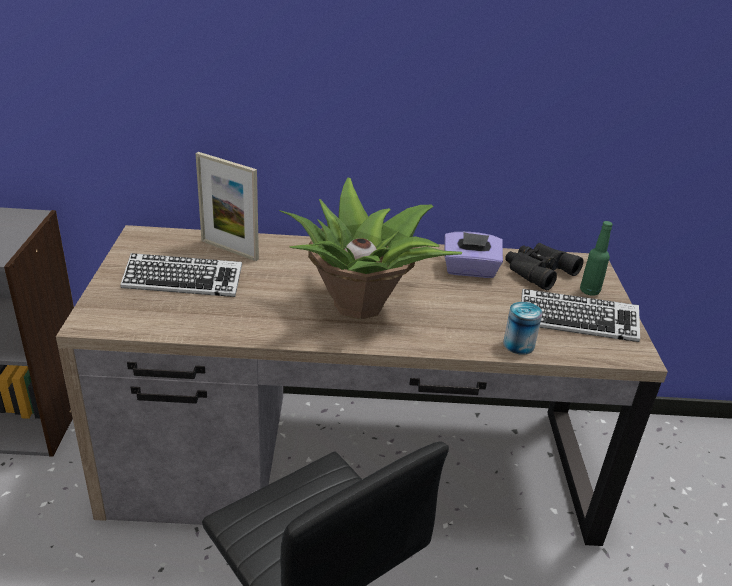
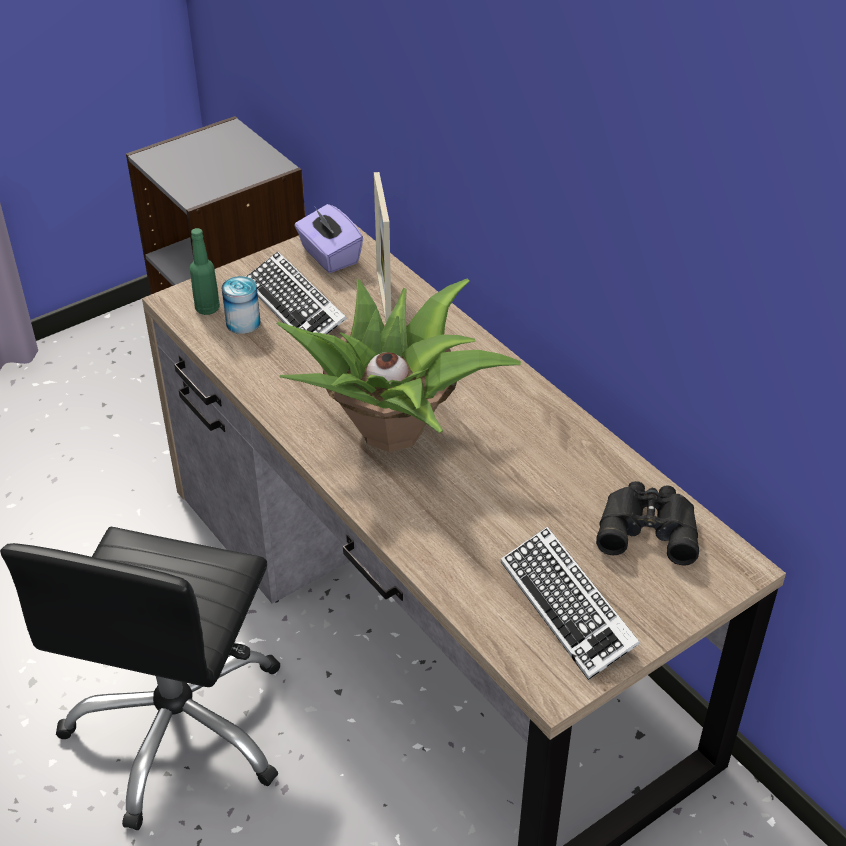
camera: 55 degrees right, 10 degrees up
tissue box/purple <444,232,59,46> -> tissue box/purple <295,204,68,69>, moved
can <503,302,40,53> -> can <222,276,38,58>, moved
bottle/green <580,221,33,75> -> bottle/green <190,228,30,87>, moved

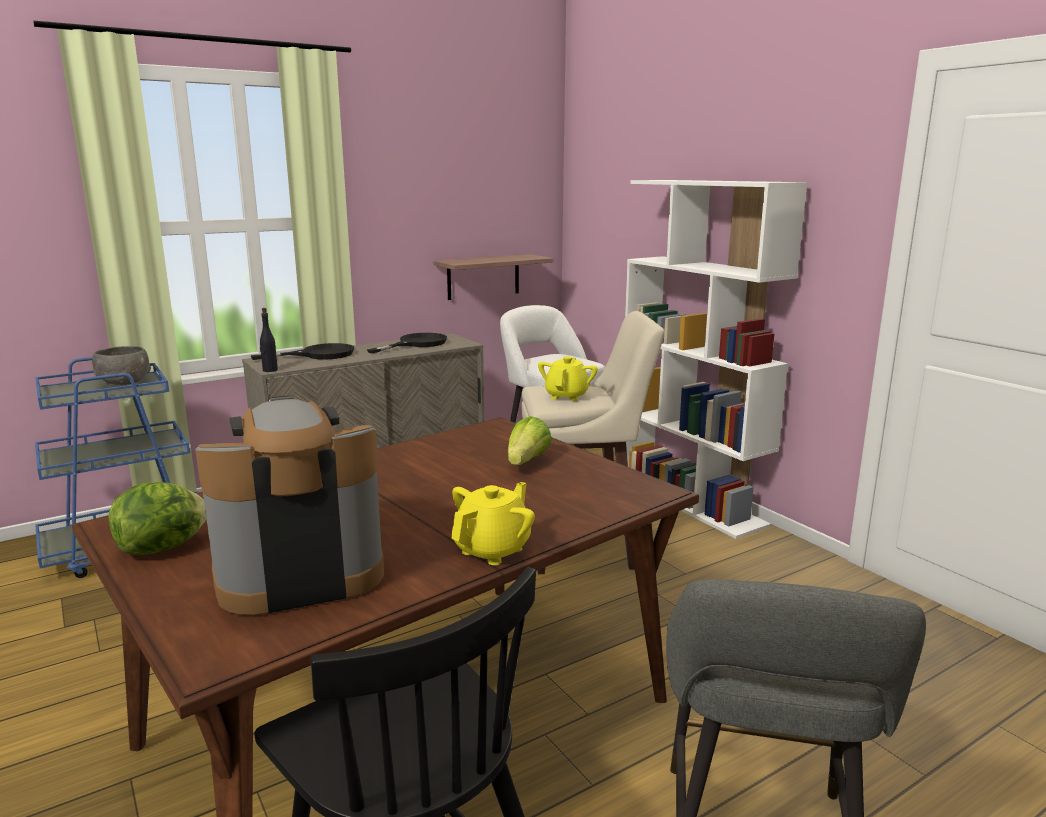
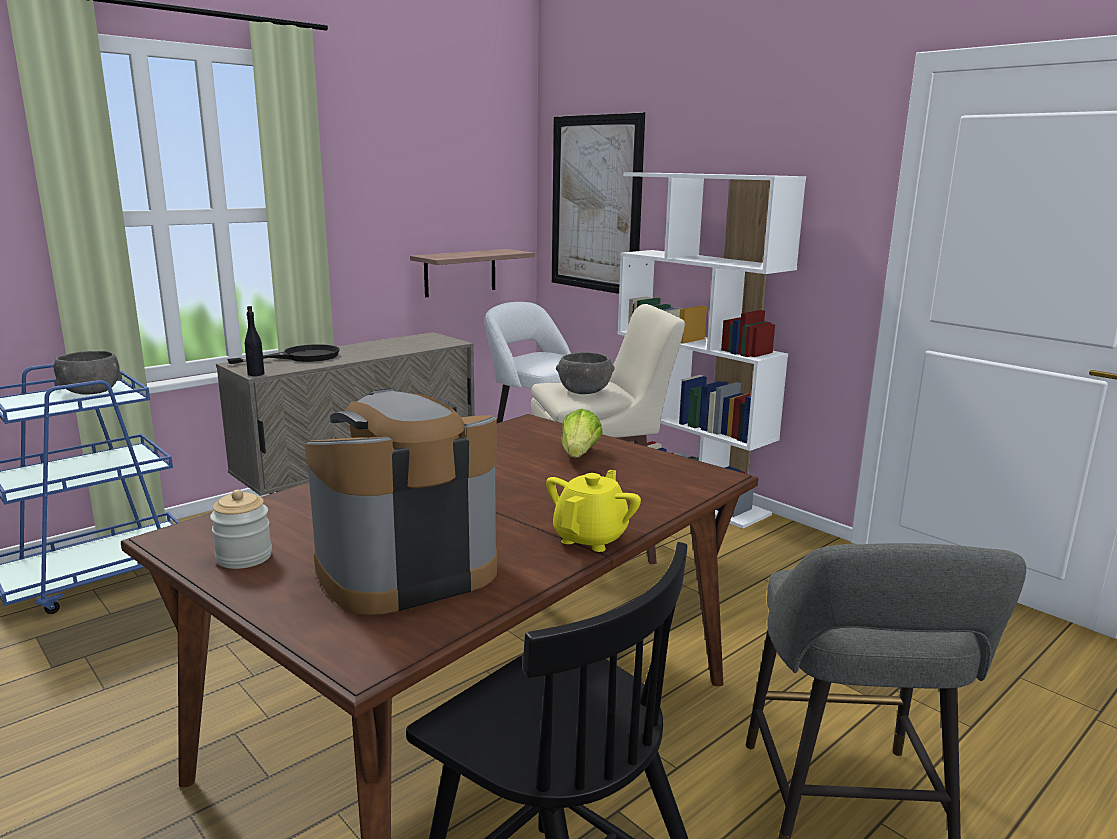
camera: 10 degrees left, 0 degrees up
lettuce <108,482,98,73> -> jar <210,490,62,79>
frying pan/black <367,333,80,21> -> none
teapot/yellow <538,356,60,45> -> bowl/grey <556,352,59,42>
none -> picture <552,112,93,182>

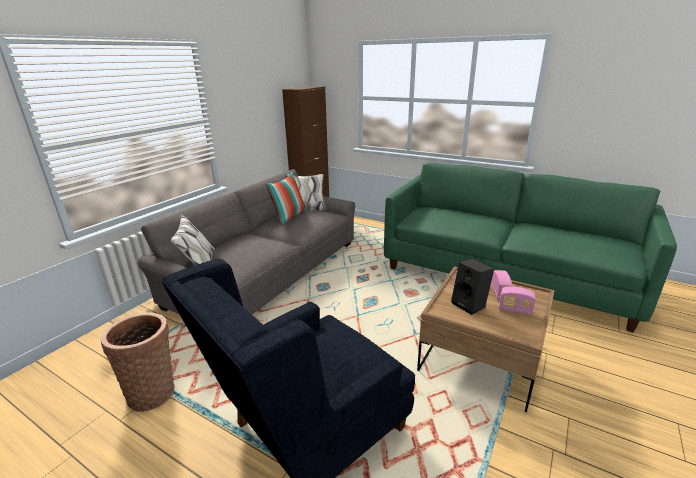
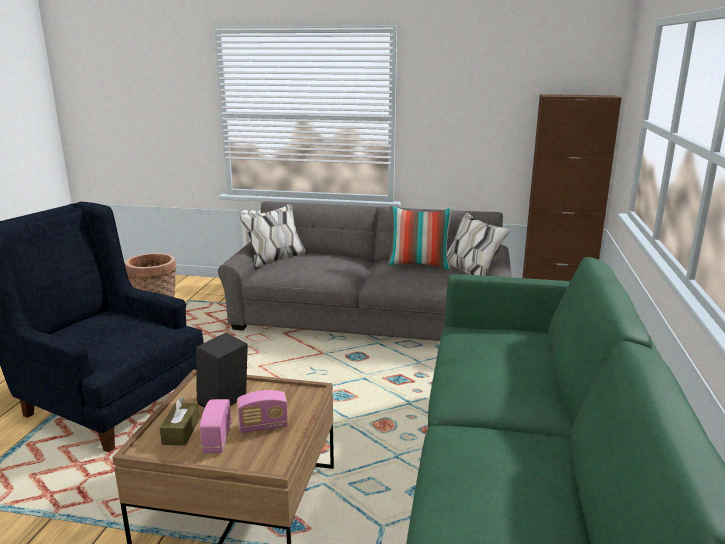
camera: 70 degrees right, 5 degrees down
none -> tissue box/brown <160,397,39,49>

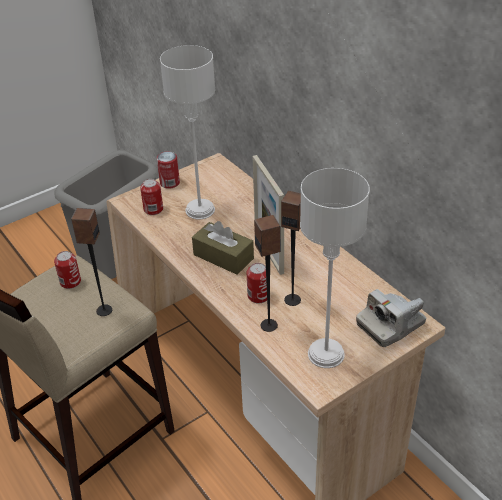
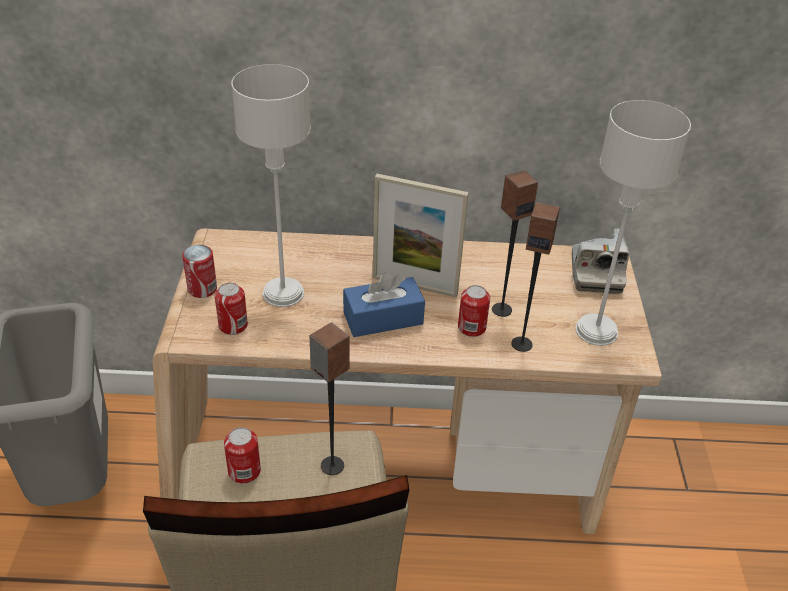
camera: 55 degrees left, 0 degrees up
tissue box/brown <192,221,62,54> -> tissue box/blue <343,272,82,65>

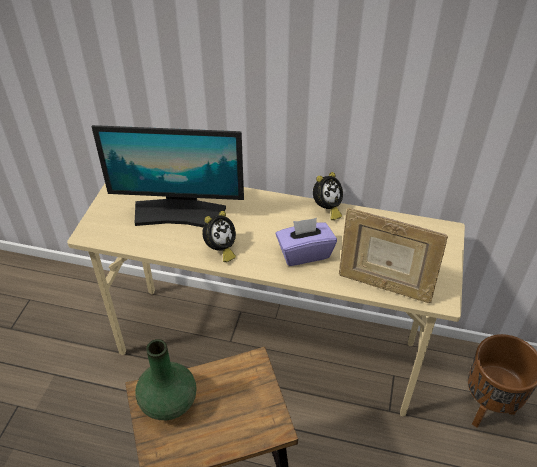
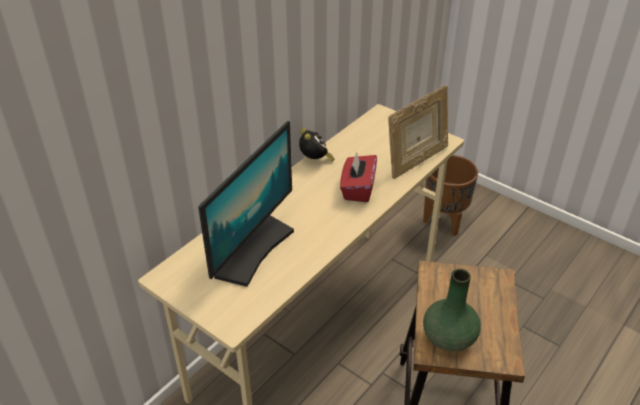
camera: 65 degrees left, 5 degrees down
alarm clock <202,211,34,51> -> none
tissue box/purple <276,218,61,48> -> tissue box/red <340,151,37,51>

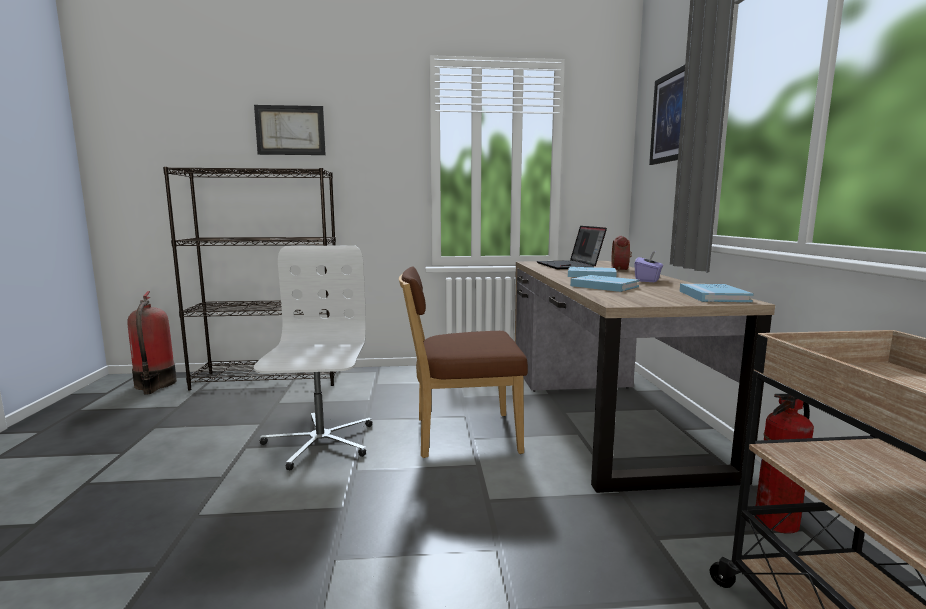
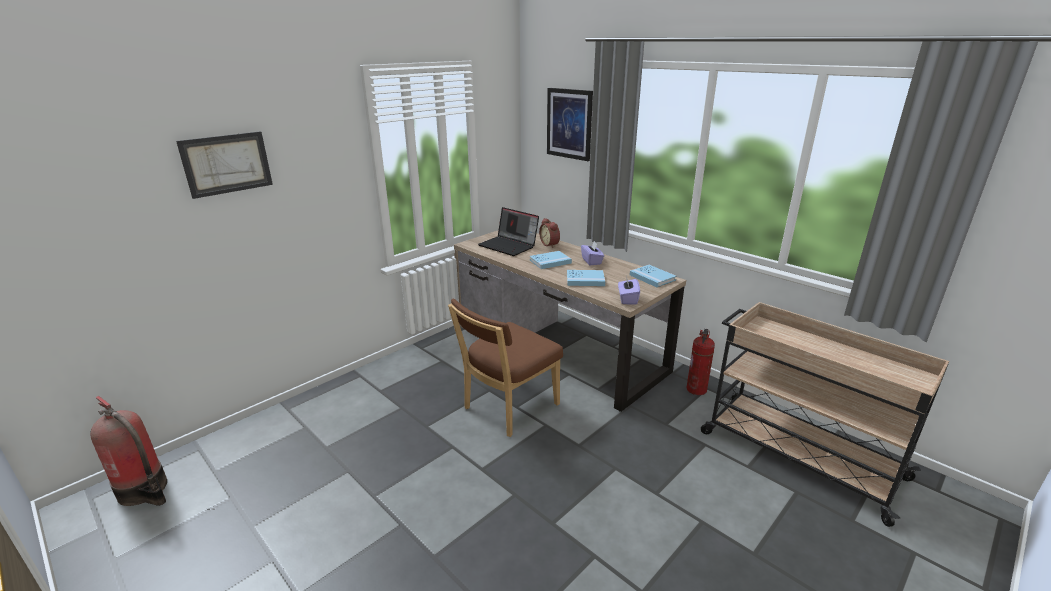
camera: 40 degrees left, 15 degrees up
bookcase/black <163,167,173,223> -> none
office chair/white <254,245,118,225> -> none
none -> tissue box/purple <618,276,22,29>

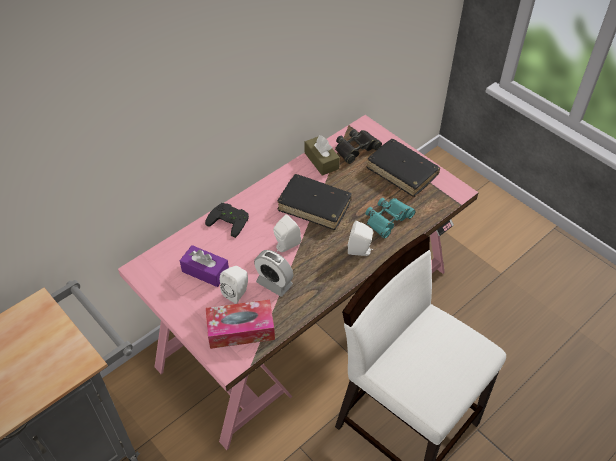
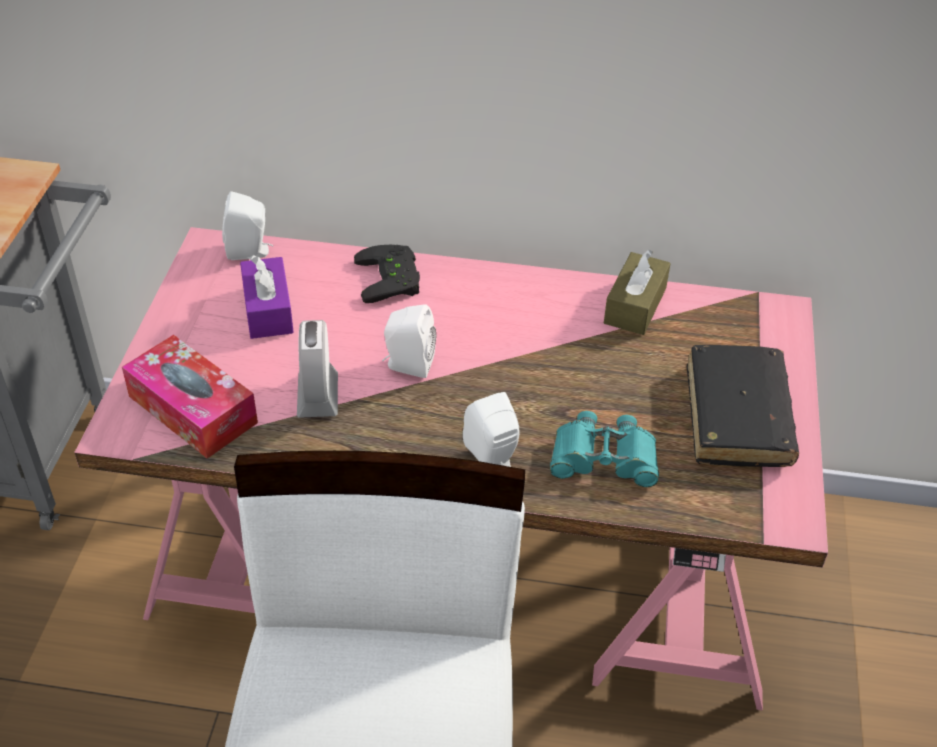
camera: 50 degrees right, 5 degrees down
speaker/white <220,266,28,38> -> speaker/white <222,191,51,69>, moved
book/black <277,174,75,56> -> none
binoculars/black <335,129,47,35> -> none

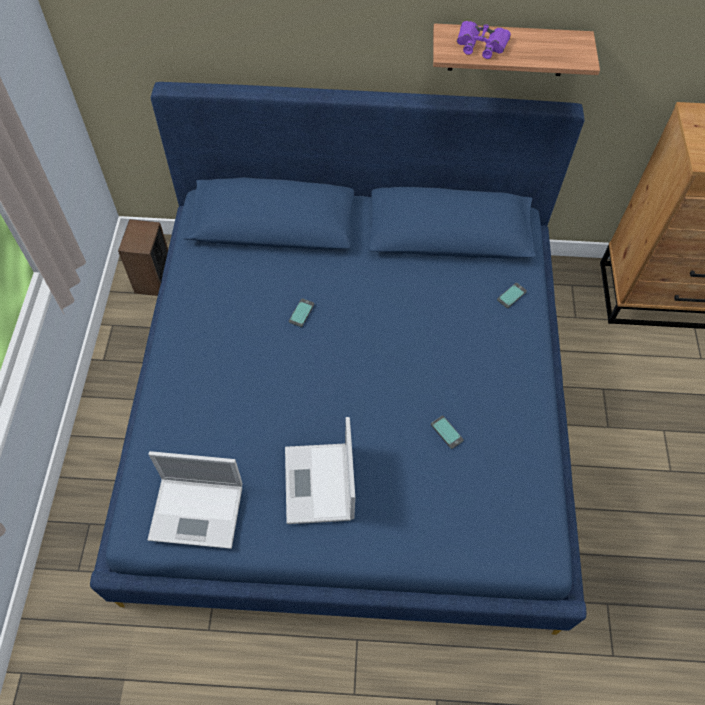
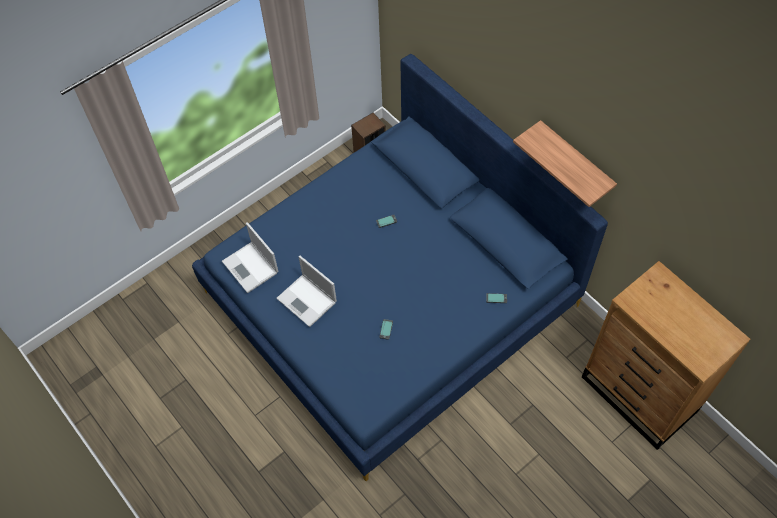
camera: 50 degrees right, 0 degrees up
laptop <285,417,70,107> -> laptop <276,256,61,71>, 90 degrees counterclockwise
binoculars/purple <457,21,54,38> -> none

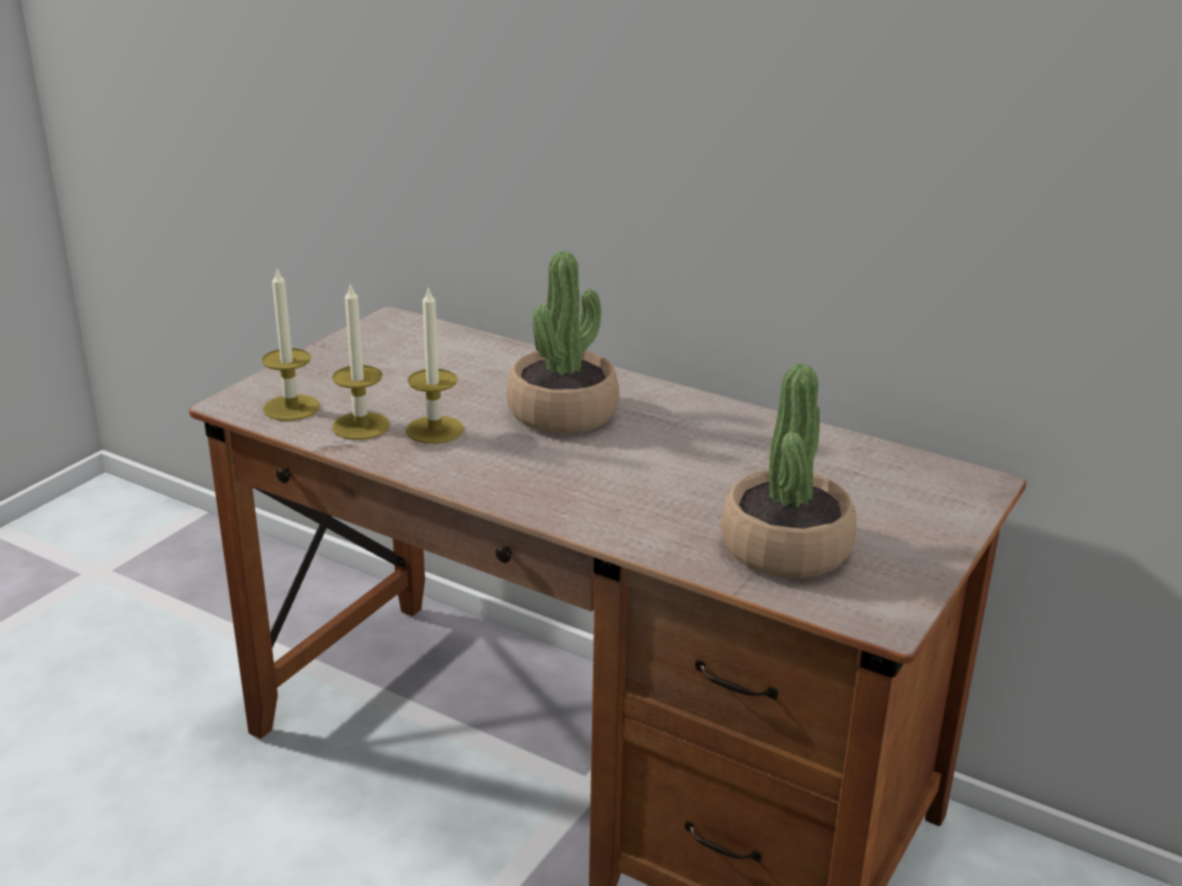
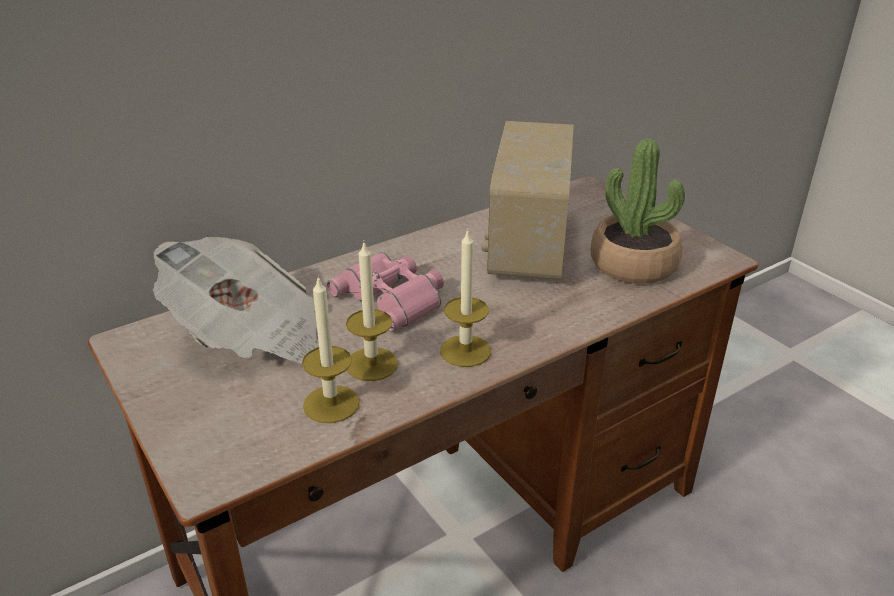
camera: 65 degrees left, 5 degrees up
candle <262,268,58,153> -> candle <440,229,51,138>, moved
potted plant <507,251,112,183> -> binoculars/pink <327,252,117,80>
none -> newspaper <152,237,166,127>
none -> radio <482,121,92,159>

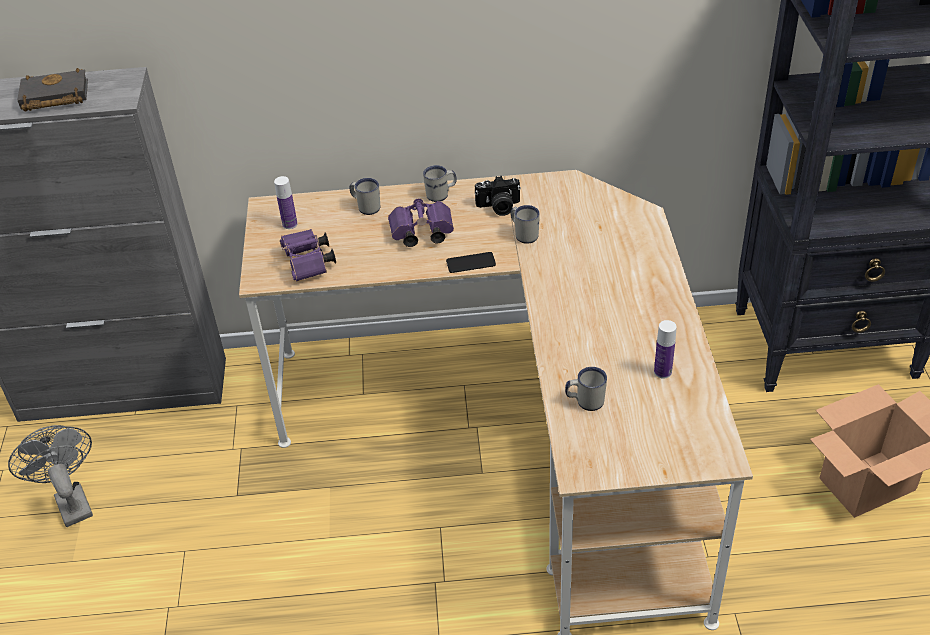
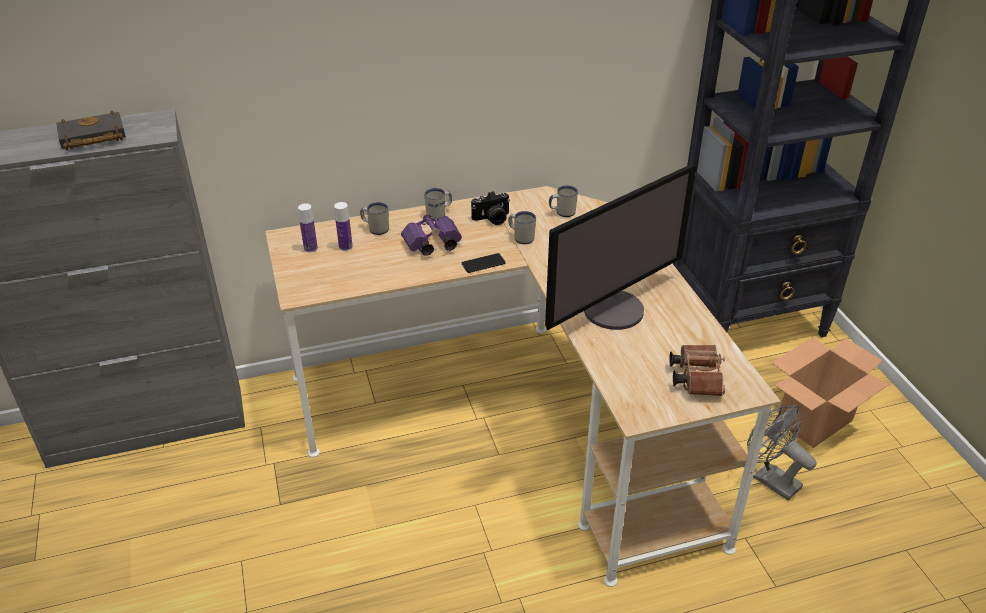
camera: 15 degrees left, 5 degrees down
fan/grey <8,425,85,102> -> fan/grey <747,405,69,95>, moved
binoculars/purple <280,229,56,52> -> none
mug/white <565,367,42,44> -> mug/white <549,185,29,32>, moved
bottle <654,320,23,58> -> bottle <334,202,19,49>, moved
none -> monitor <545,165,152,166>
none -> binoculars/brown <669,345,56,51>

